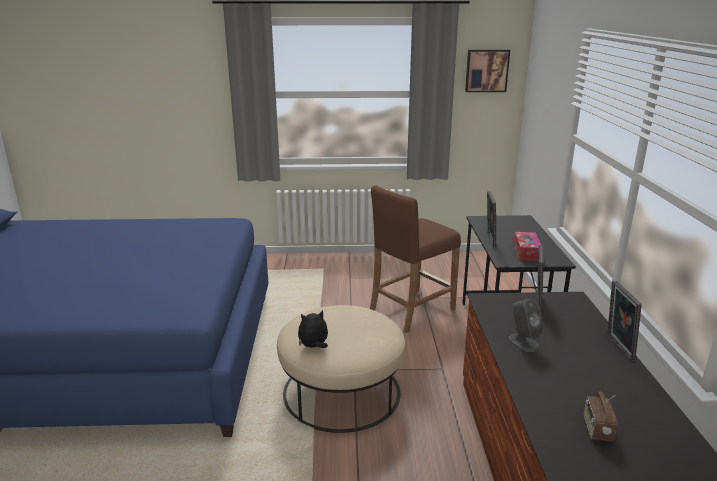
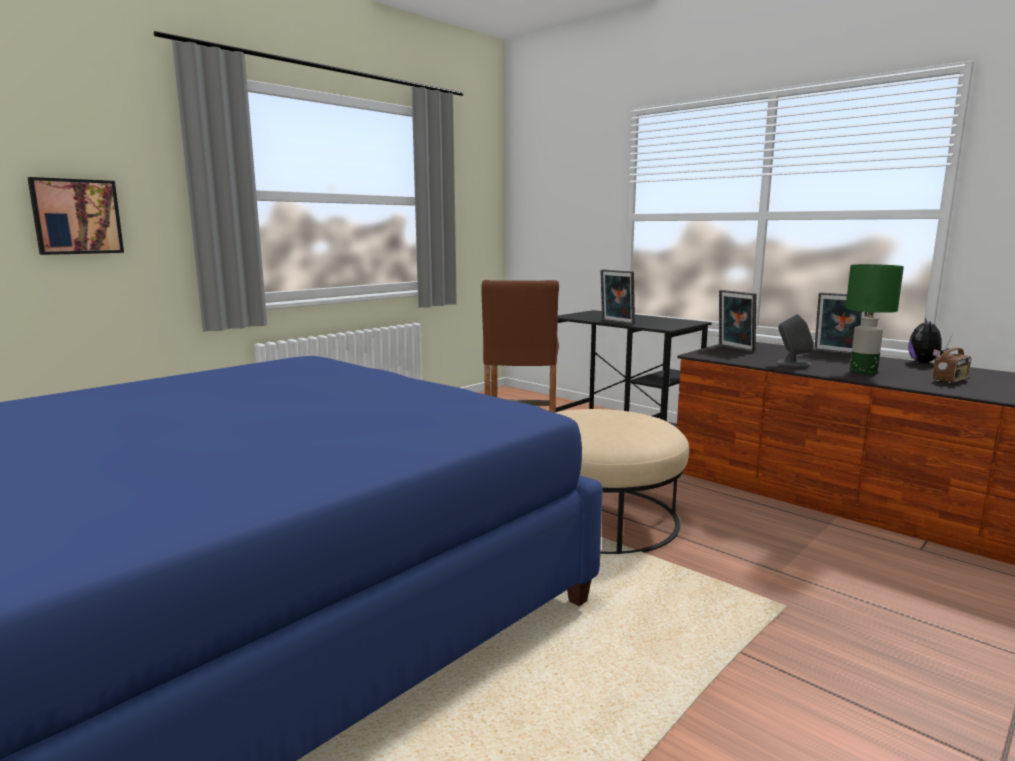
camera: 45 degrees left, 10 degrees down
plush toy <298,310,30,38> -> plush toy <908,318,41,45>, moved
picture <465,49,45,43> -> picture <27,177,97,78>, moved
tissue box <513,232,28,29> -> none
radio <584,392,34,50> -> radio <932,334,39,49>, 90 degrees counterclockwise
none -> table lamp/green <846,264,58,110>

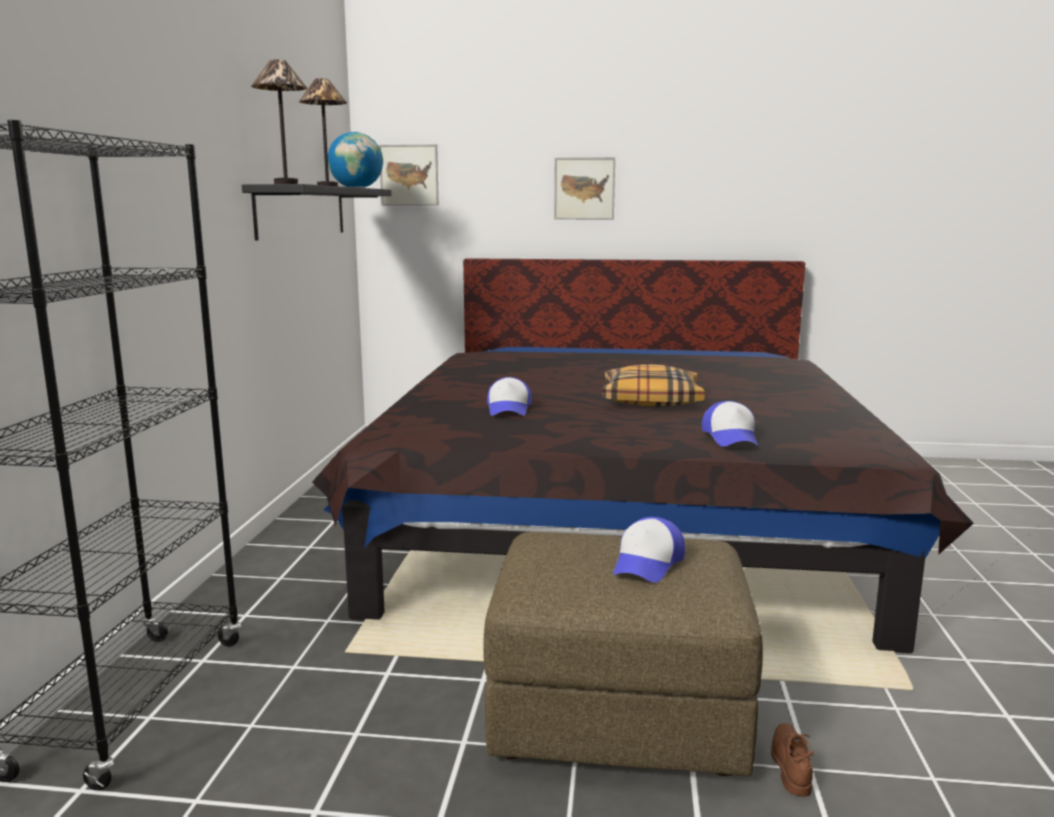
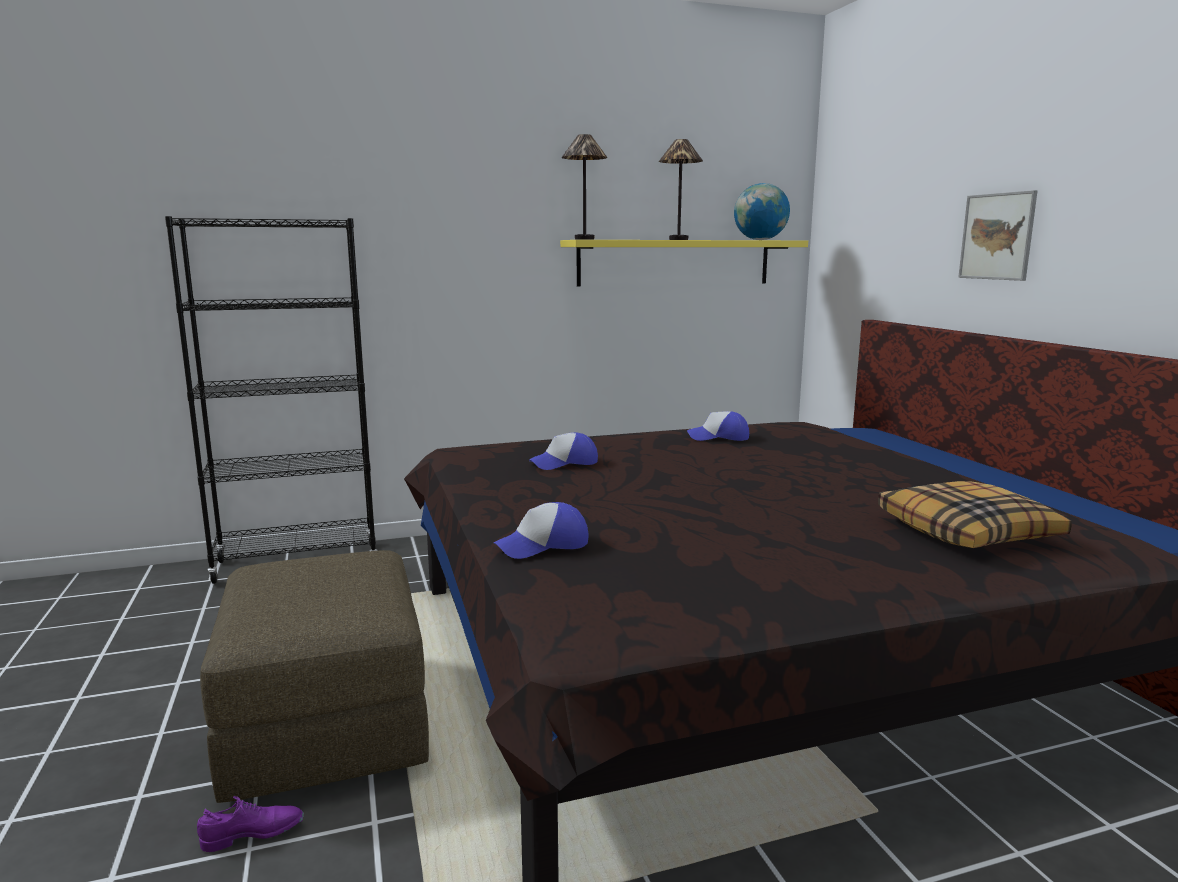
camera: 65 degrees right, 0 degrees up
shelf/black <242,184,150,57> -> shelf/yellow <560,240,248,46>
picture <379,144,60,62> -> none
pillow <602,364,103,43> -> pillow <878,481,194,67>, moved
cap <613,517,72,66> -> cap <687,411,62,30>, moved
shoe/brown <771,723,43,74> -> shoe/purple <197,796,107,56>

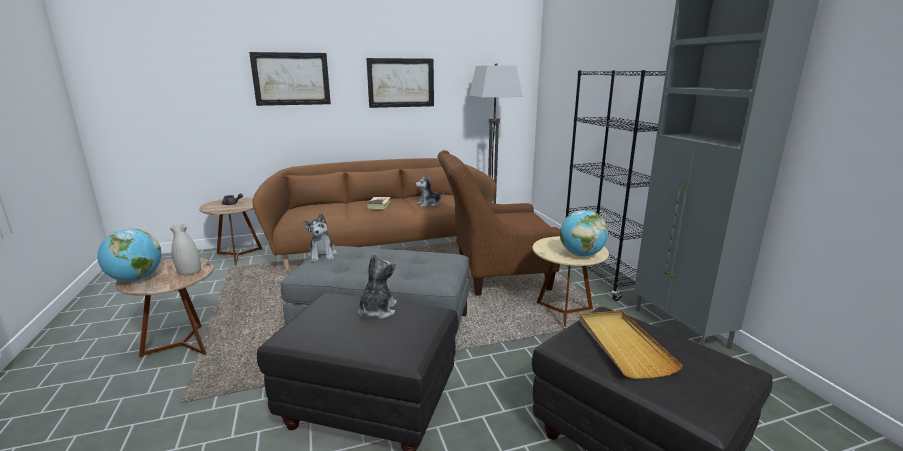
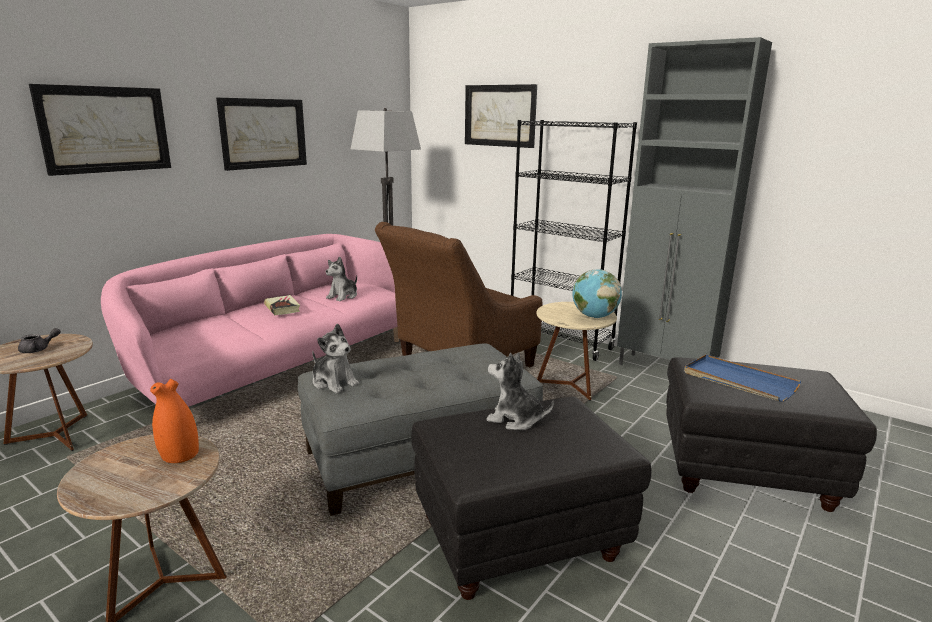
camera: 35 degrees left, 0 degrees up
globe <97,229,64,52> -> none
vase/white <170,224,31,51> -> vase/orange <150,379,49,84>
sofa/brown <253,158,243,112> -> sofa/pink <101,234,298,173>
plush toy <358,253,39,66> -> plush toy <486,352,68,78>, 45 degrees counterclockwise
tray/beige <579,311,104,68> -> tray/blue <684,355,117,47>
none -> picture <465,84,72,64>

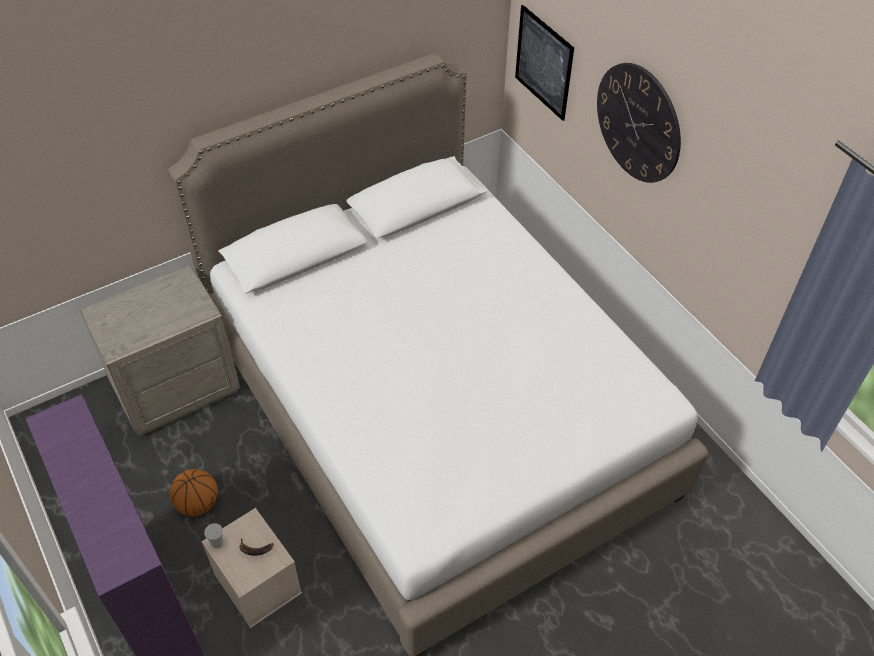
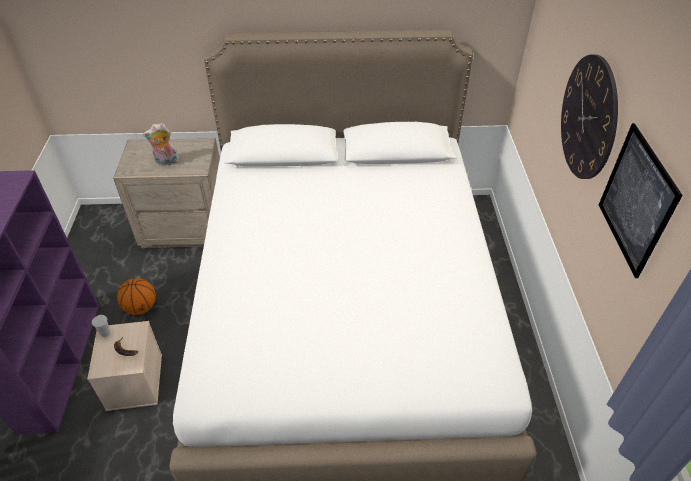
camera: 30 degrees right, 5 degrees down
picture <515,5,59,116> -> picture <599,123,84,155>, moved
none -> plush toy <143,123,36,42>

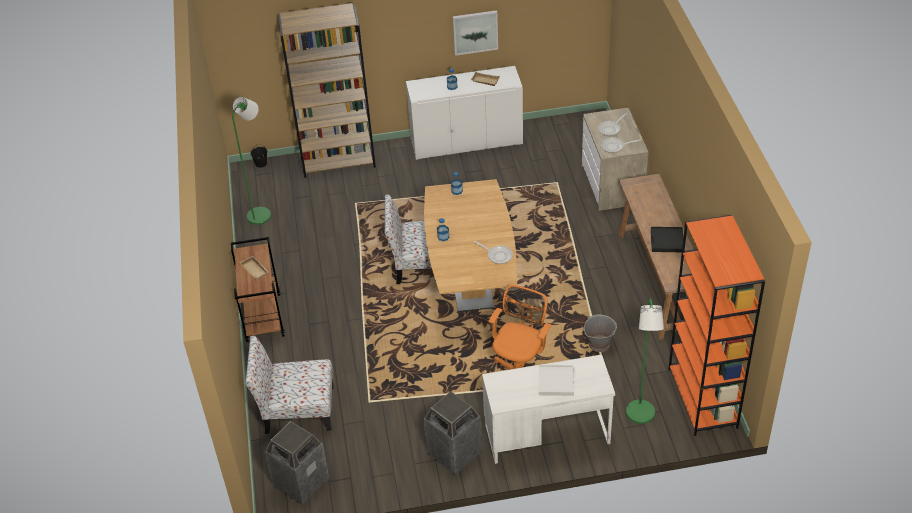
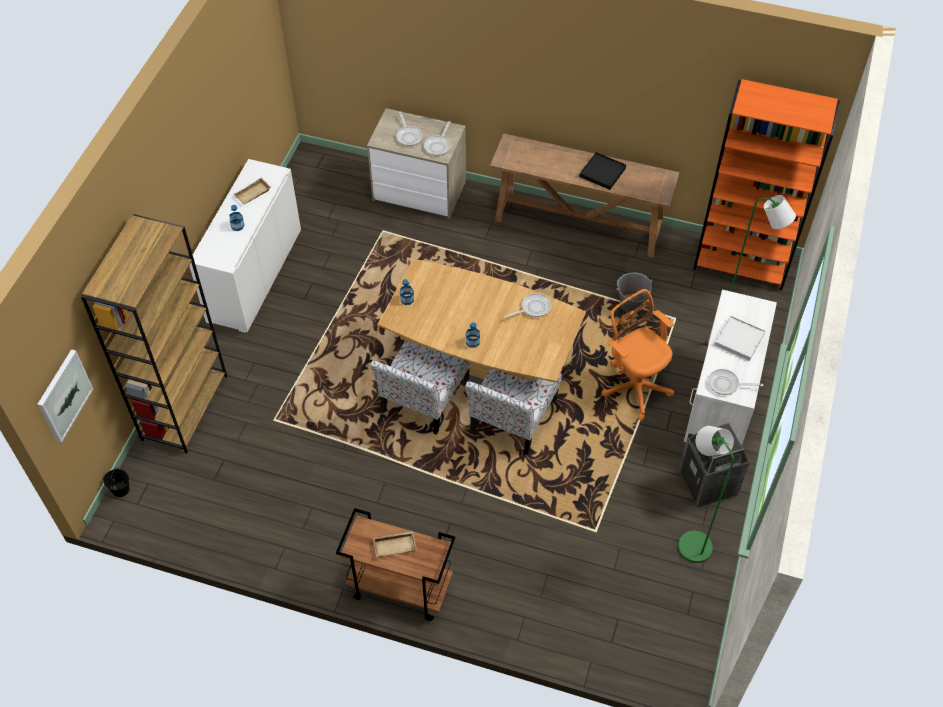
camera: 65 degrees left, 10 degrees up
floor lamp/green <232,97,39,128> -> floor lamp/green <678,426,56,137>, moved
chair <245,336,89,98> -> chair <465,368,97,87>, moved
trash can <265,421,64,84> -> none
picture <453,10,45,46> -> picture <37,349,56,94>, moved
none -> frying pan <708,369,55,26>

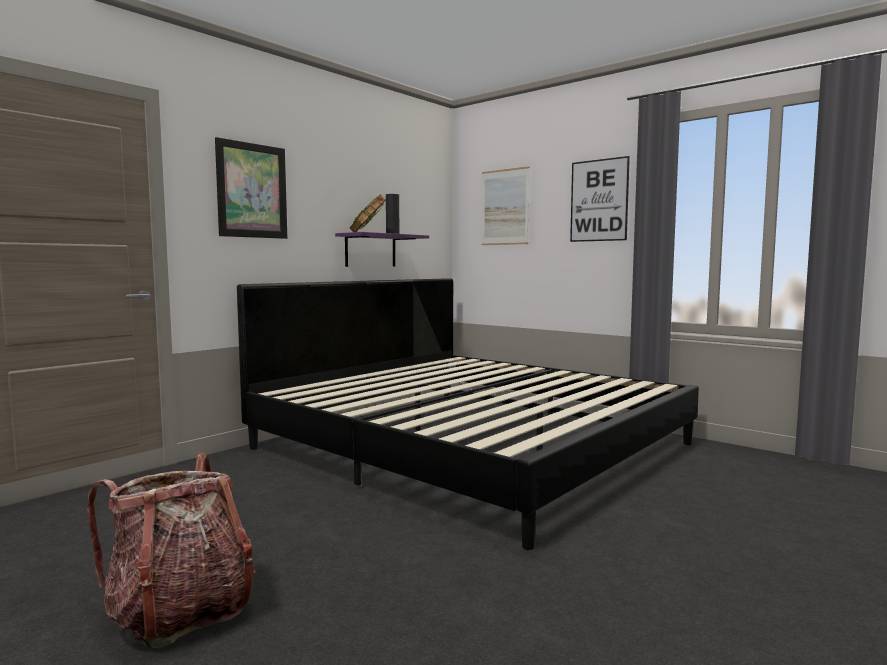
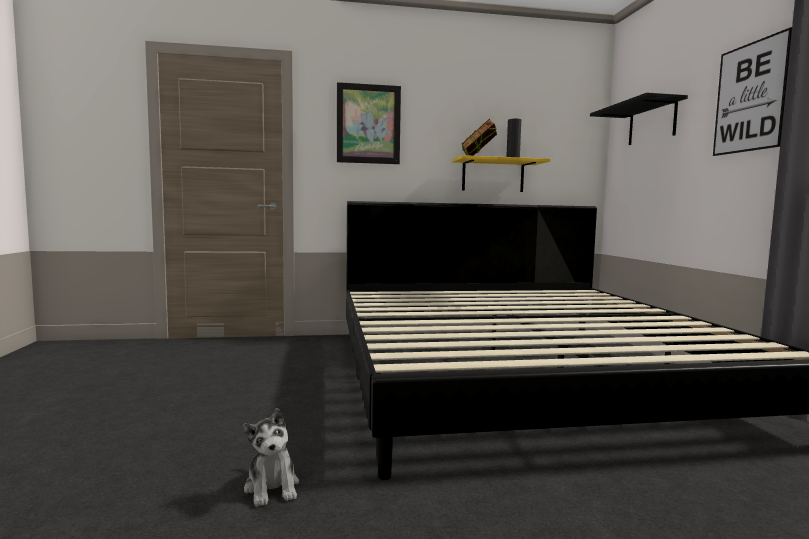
camera: 40 degrees right, 0 degrees up
backpack <87,453,169,195> -> none
shelf/purple <335,232,94,35> -> shelf/yellow <452,155,99,37>
picture <482,166,47,79> -> shelf/black <590,93,98,52>
none -> plush toy <243,408,56,99>

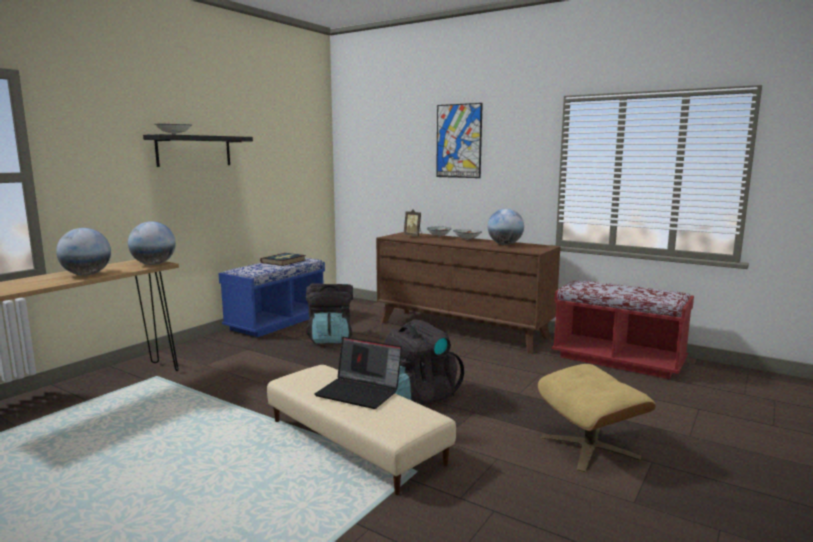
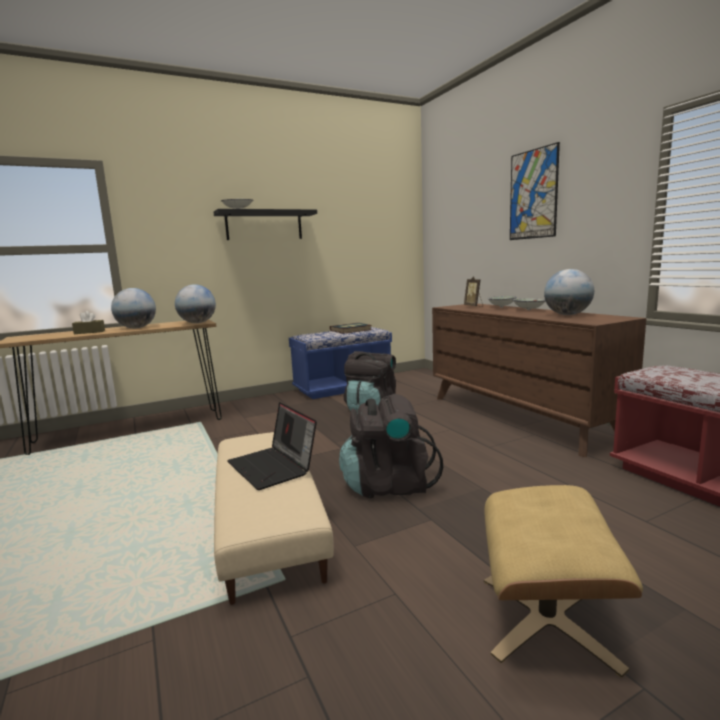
camera: 30 degrees right, 0 degrees up
none -> tissue box/brown <72,311,33,23>

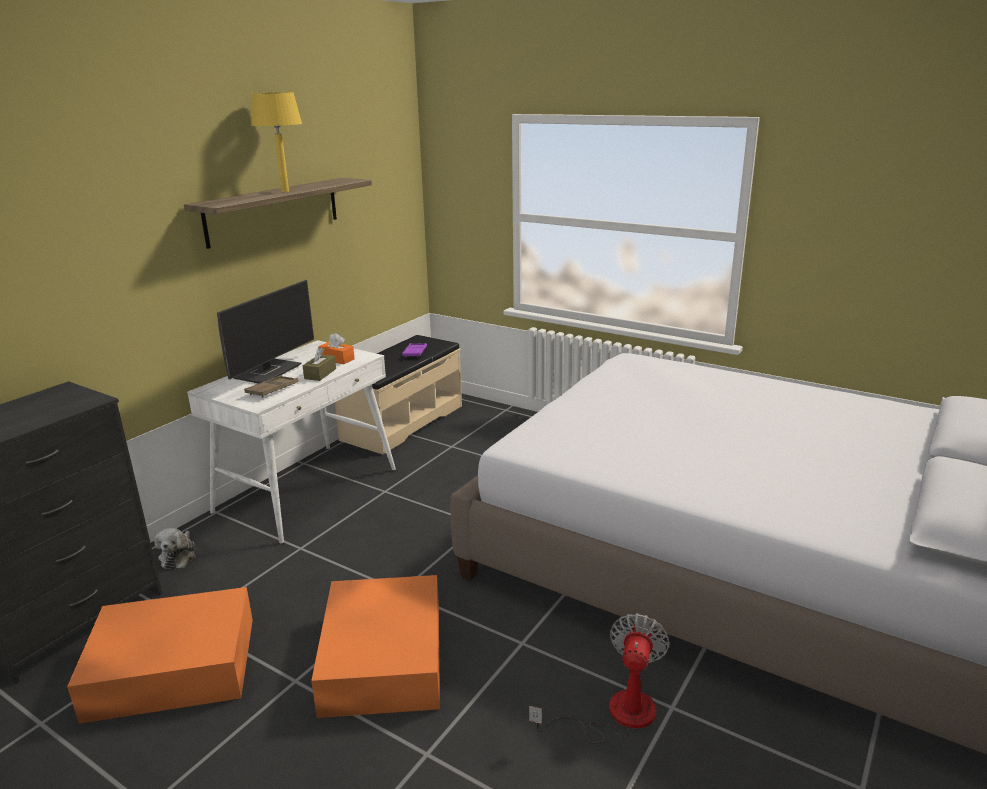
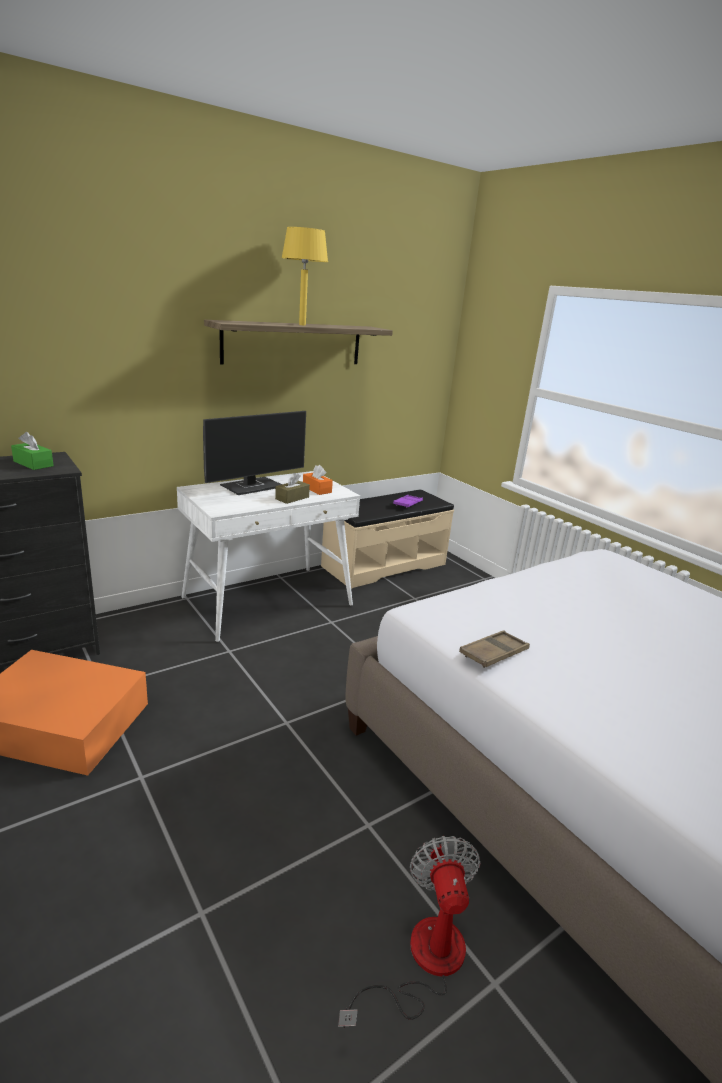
camera: 20 degrees right, 0 degrees up
plush toy <154,528,42,41> -> none
tray/brown <244,376,55,21> -> tray/brown <459,630,71,38>, moved
storage box/orange <311,575,129,143> -> none
fan <529,613,141,131> -> fan <338,836,142,192>, 45 degrees counterclockwise
none -> tissue box/green <11,432,43,38>

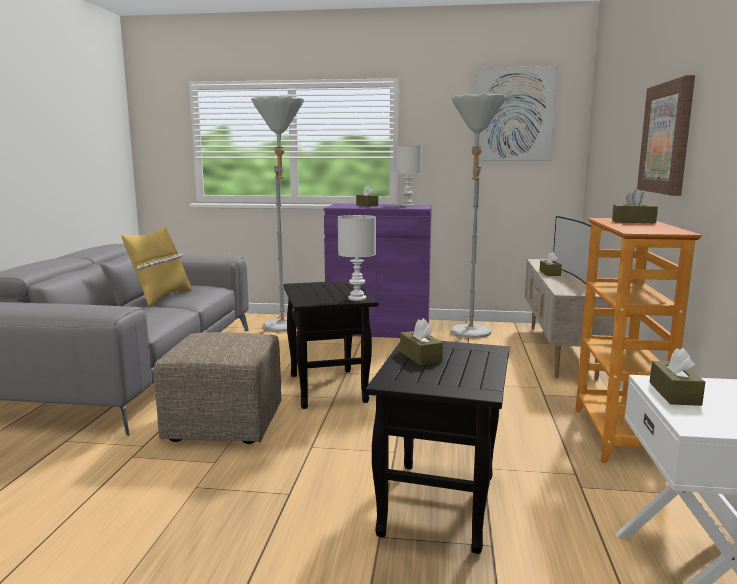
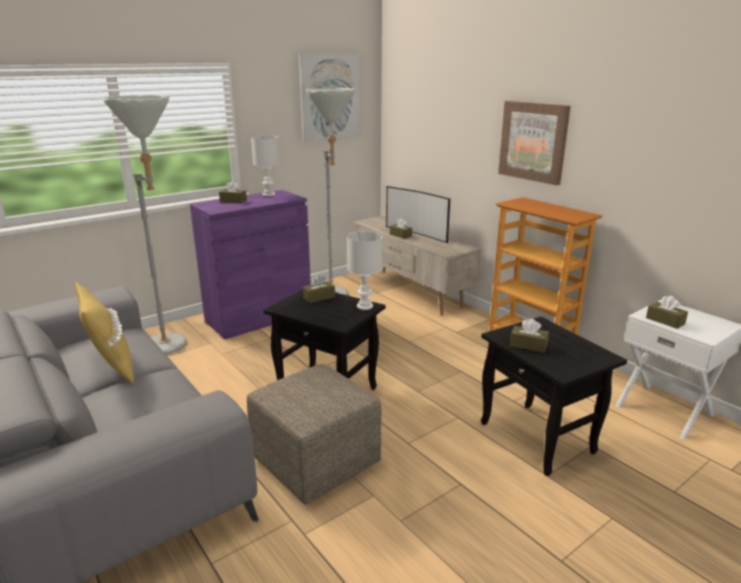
camera: 45 degrees left, 10 degrees up
tissue box/brown <612,189,46,34> -> tissue box/brown <303,275,32,28>, moved

